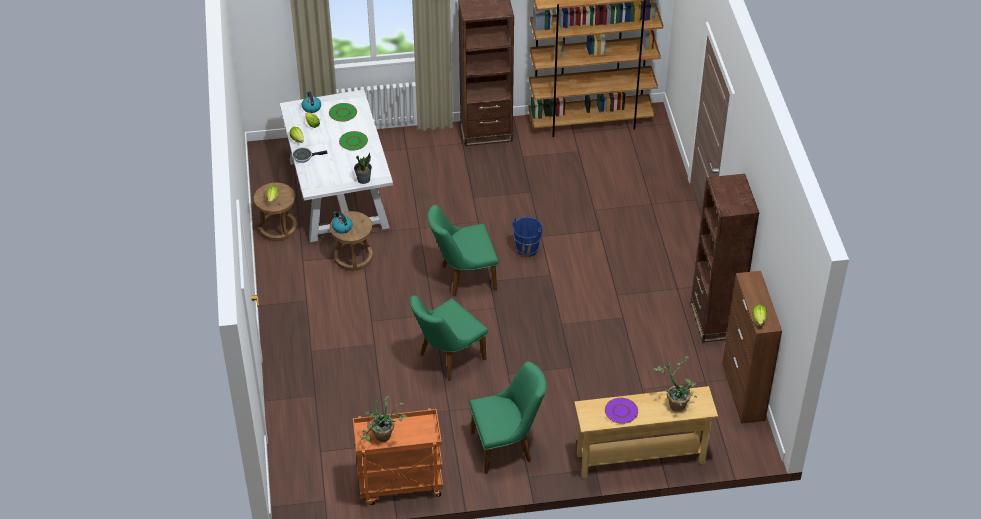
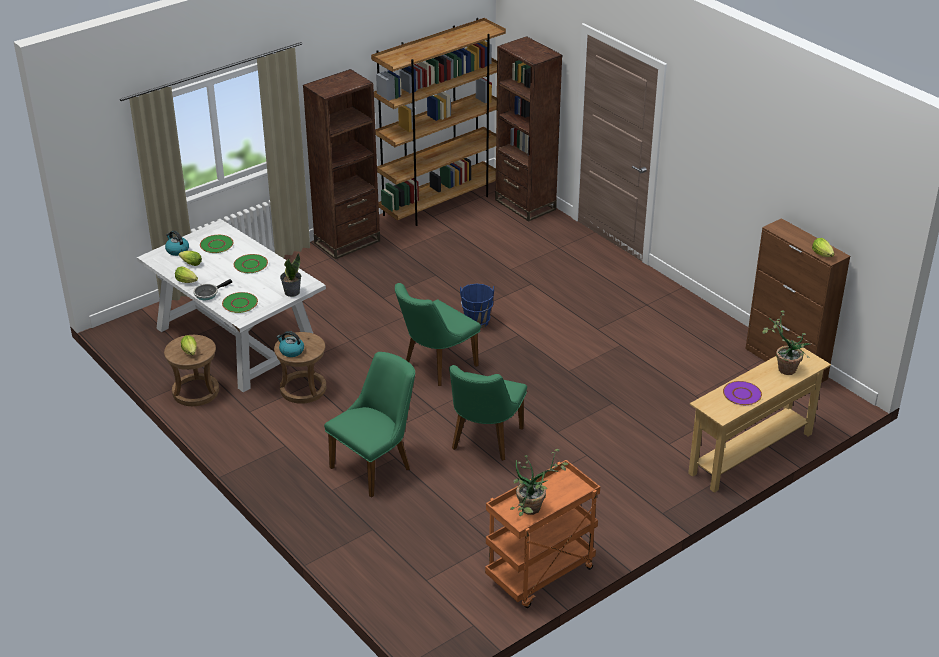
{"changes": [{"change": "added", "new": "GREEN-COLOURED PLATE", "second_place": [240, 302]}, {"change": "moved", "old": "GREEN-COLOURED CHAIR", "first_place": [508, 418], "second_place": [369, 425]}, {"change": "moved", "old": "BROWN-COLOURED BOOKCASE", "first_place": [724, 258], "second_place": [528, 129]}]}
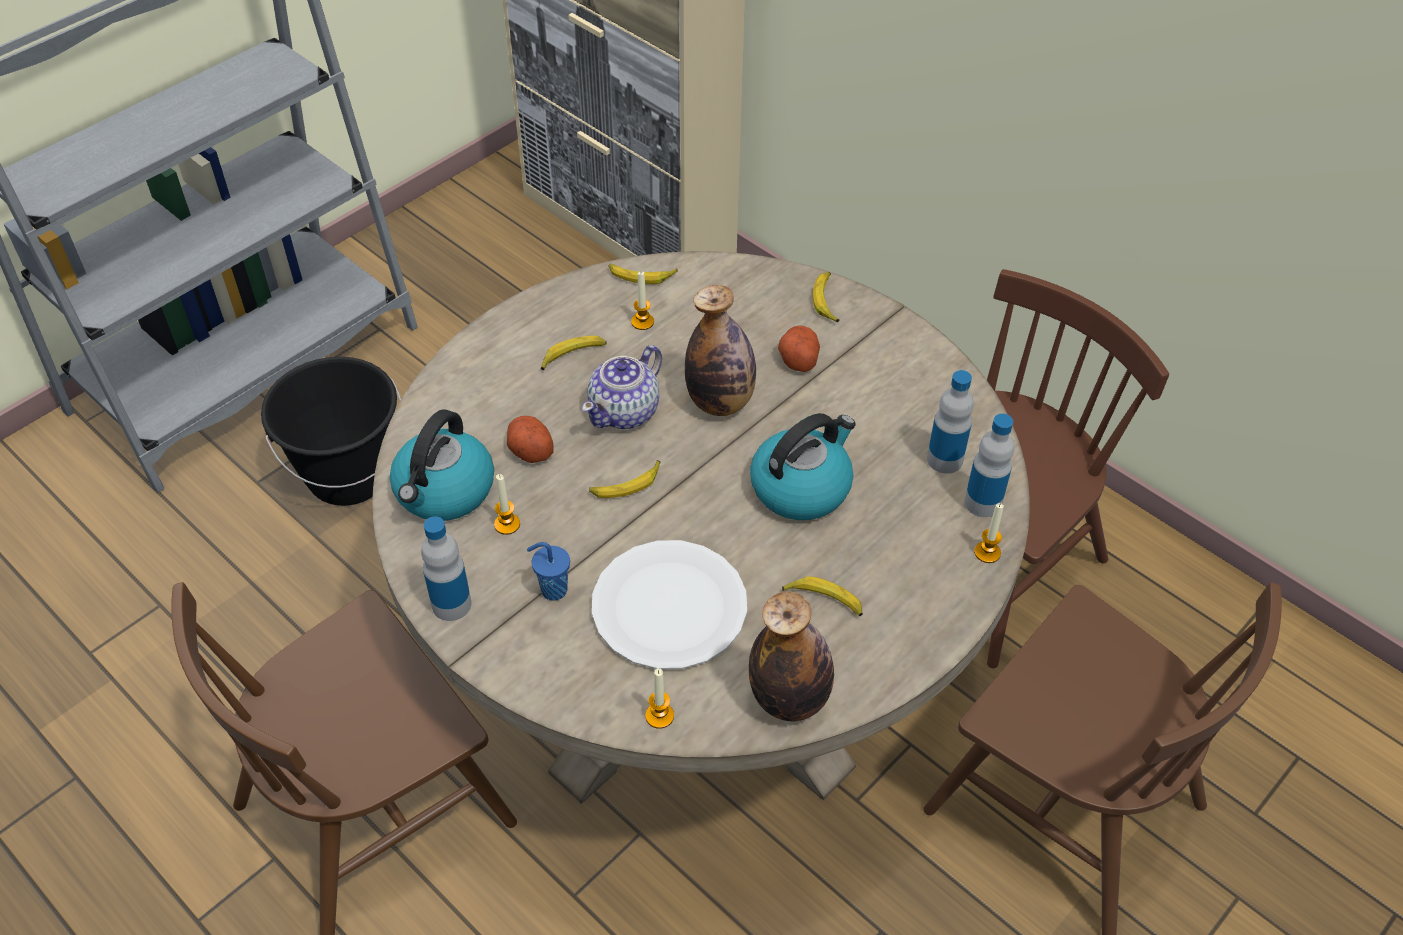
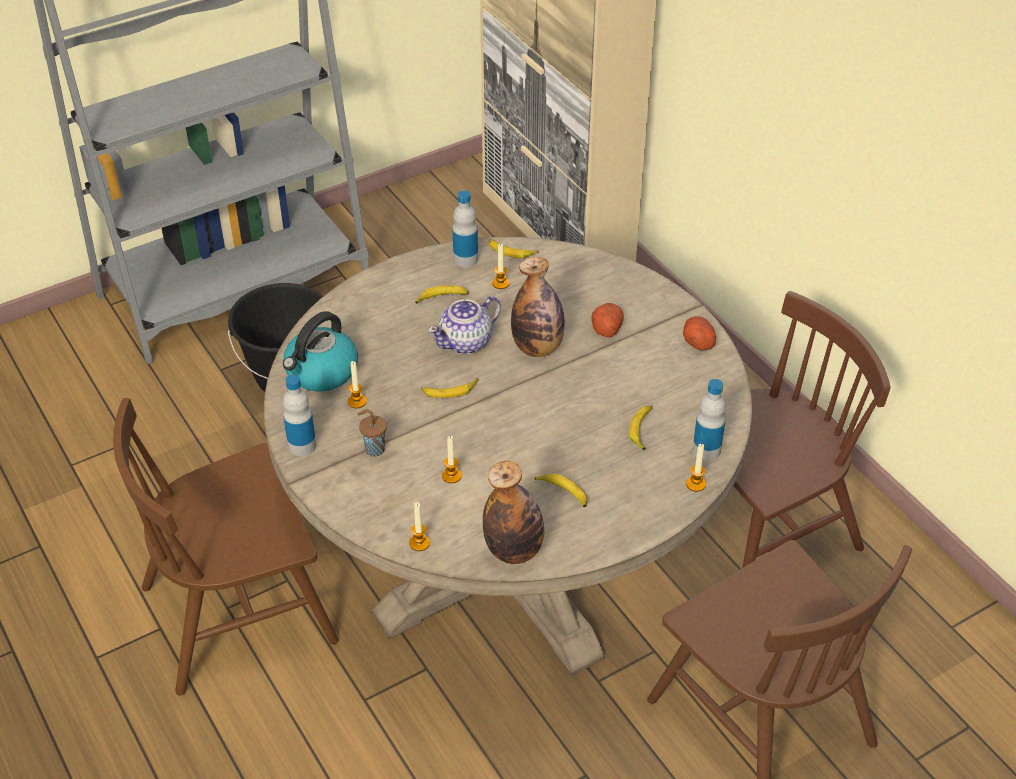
{"changes": [{"change": "removed", "old": "WATER KETTLE", "first_place": [803, 466]}, {"change": "moved", "old": "POTATO", "first_place": [530, 439], "second_place": [699, 333]}, {"change": "moved", "old": "BANANA", "first_place": [826, 297], "second_place": [640, 428]}, {"change": "moved", "old": "DRINK BOTTLE", "first_place": [950, 422], "second_place": [465, 229]}, {"change": "replaced", "old": "WHITE-COLOURED PLATE", "new": "WAX CANDLE", "first_place": [669, 604], "second_place": [452, 459]}, {"change": "recoloured", "old": "BLUE CUP", "new": "BROWN-COLOURED CUP", "first_place": [548, 571], "second_place": [372, 433]}]}
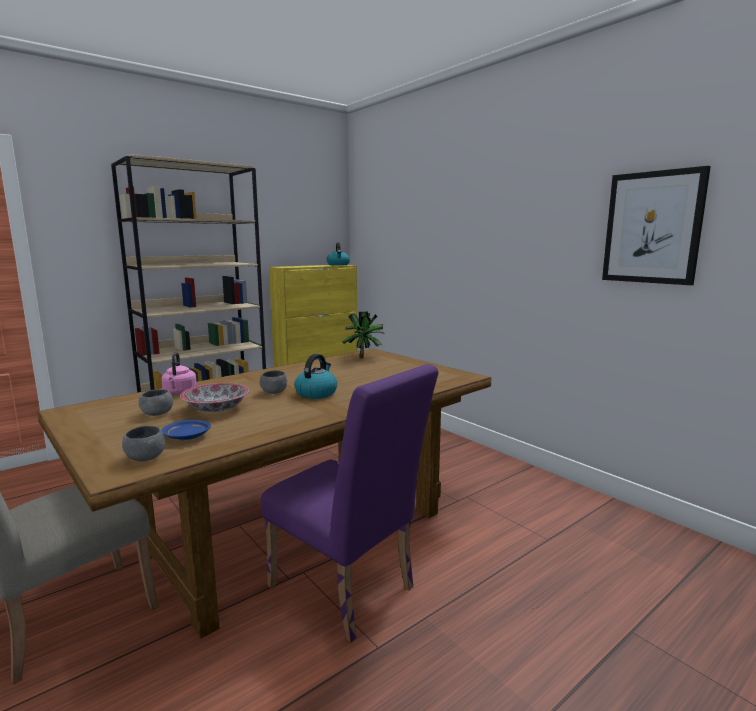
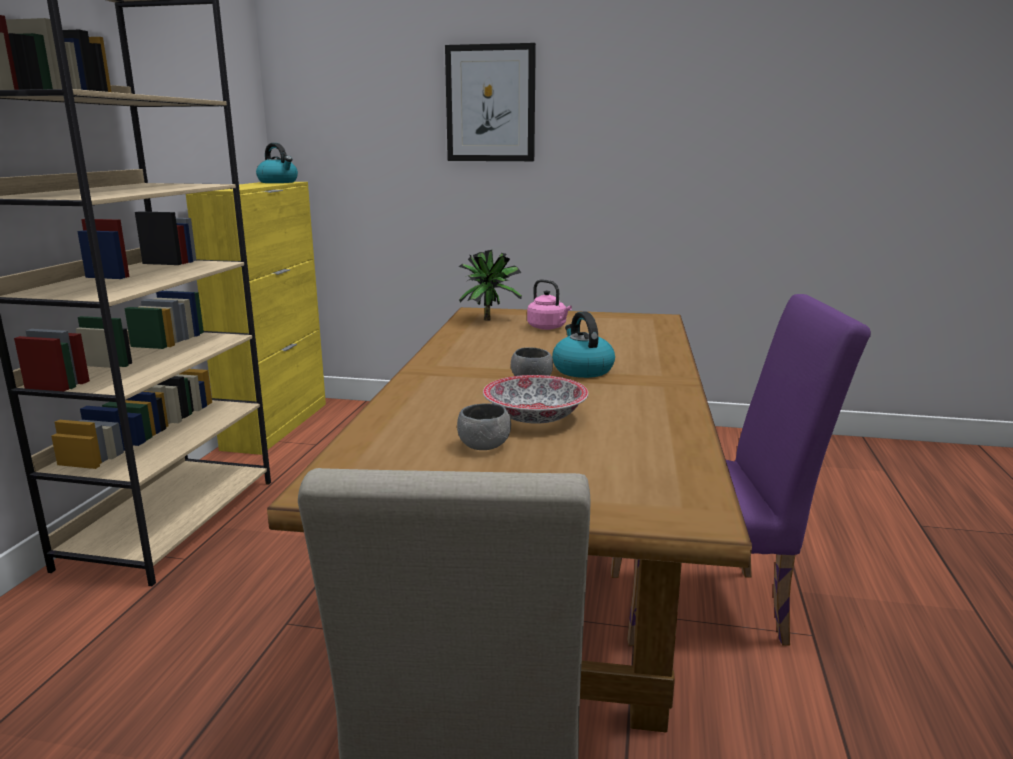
{"changes": [{"change": "removed", "old": "GRAY BOWL", "first_place": [143, 443]}, {"change": "removed", "old": "BLUE PLATE", "first_place": [186, 430]}, {"change": "moved", "old": "PINK WATER KETTLE", "first_place": [179, 373], "second_place": [549, 304]}, {"change": "moved", "old": "WALL PICTURE", "first_place": [656, 225], "second_place": [490, 102]}]}
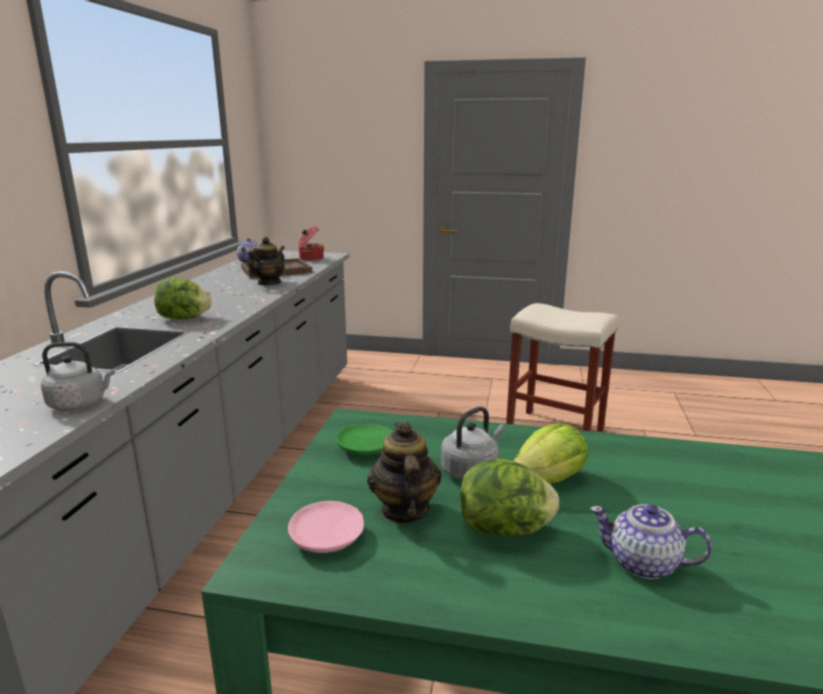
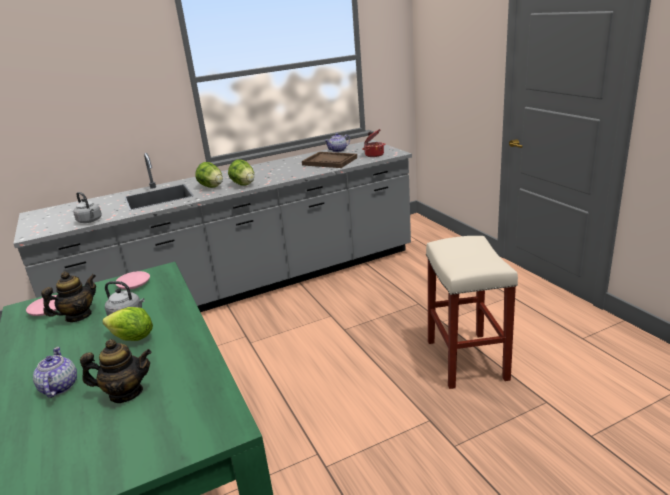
{"changes": [{"change": "moved", "old": "TEAPOT", "first_place": [266, 261], "second_place": [115, 371]}, {"change": "moved", "old": "LETTUCE HEAD", "first_place": [509, 497], "second_place": [241, 173]}, {"change": "recoloured", "old": "GREEN-COLOURED PLATE", "new": "PINK PLATE", "first_place": [364, 439], "second_place": [133, 280]}]}
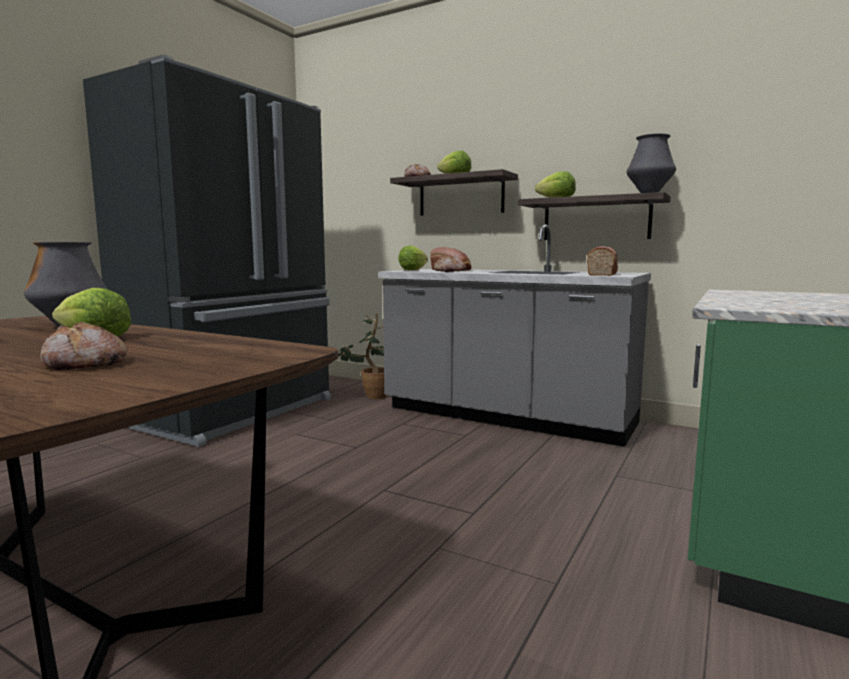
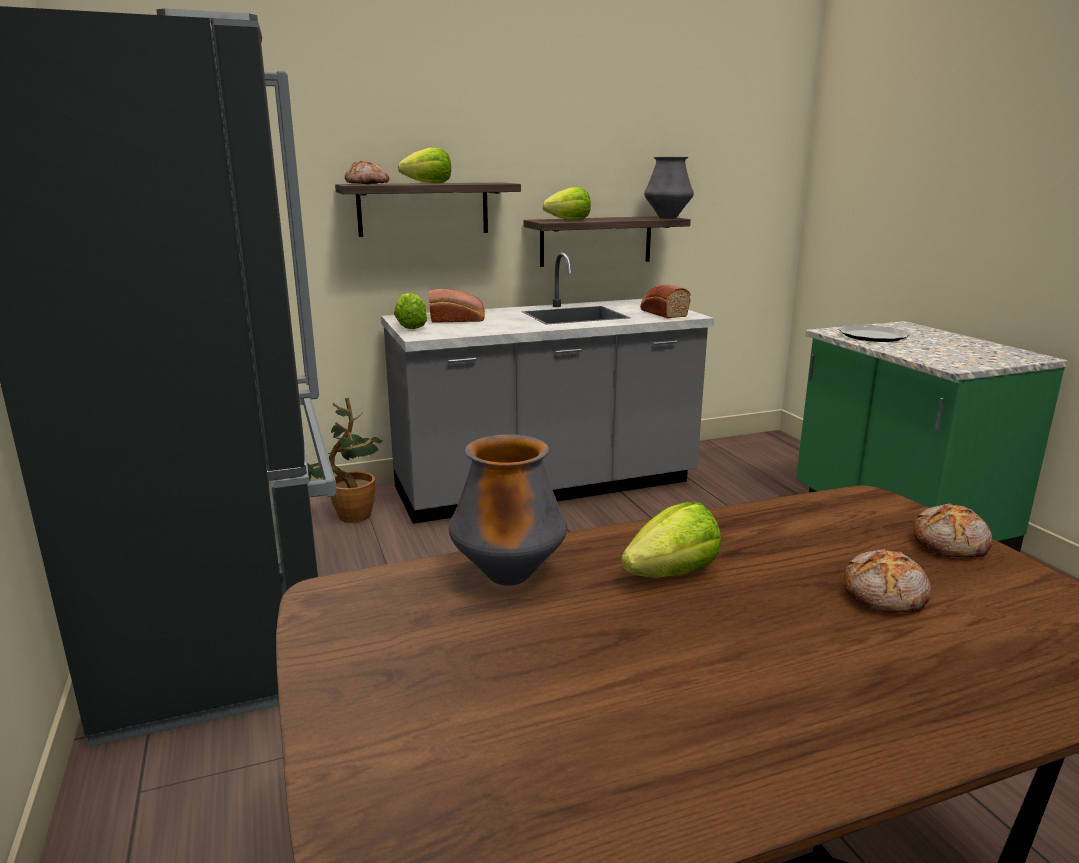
{"changes": [{"change": "added", "new": "PLATE", "second_place": [874, 333]}, {"change": "moved", "old": "BREAD", "first_place": [450, 263], "second_place": [952, 530]}]}
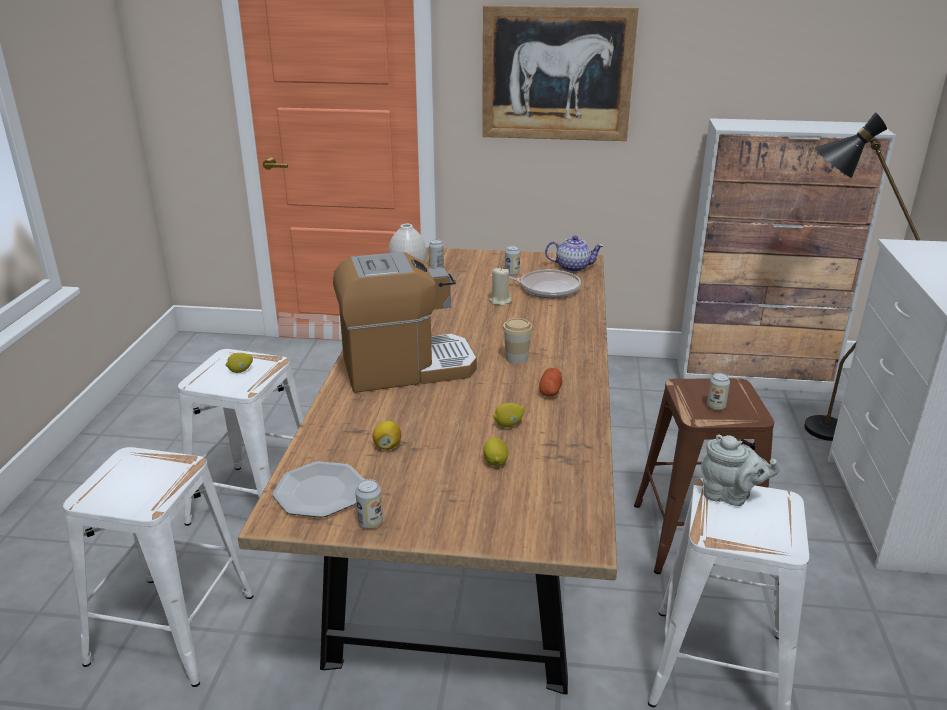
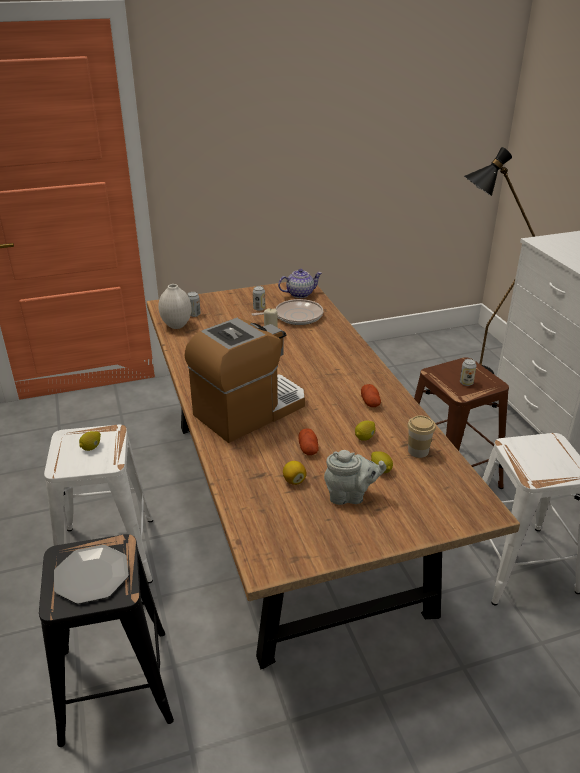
{"changes": [{"change": "removed", "old": "CAN", "first_place": [369, 504]}, {"change": "removed", "old": "WALL PICTURE", "first_place": [560, 73]}, {"change": "removed", "old": "CABINET", "first_place": [786, 255]}, {"change": "added", "new": "POTATO", "second_place": [309, 441]}, {"change": "moved", "old": "PLATE", "first_place": [318, 489], "second_place": [91, 574]}, {"change": "moved", "old": "CUP", "first_place": [518, 341], "second_place": [421, 436]}, {"change": "moved", "old": "GRAY TEAPOT", "first_place": [740, 470], "second_place": [355, 477]}, {"change": "recoloured", "old": "WHITE-COLOURED STOOL", "new": "BLACKISH STOOL", "first_place": [158, 567], "second_place": [106, 640]}]}
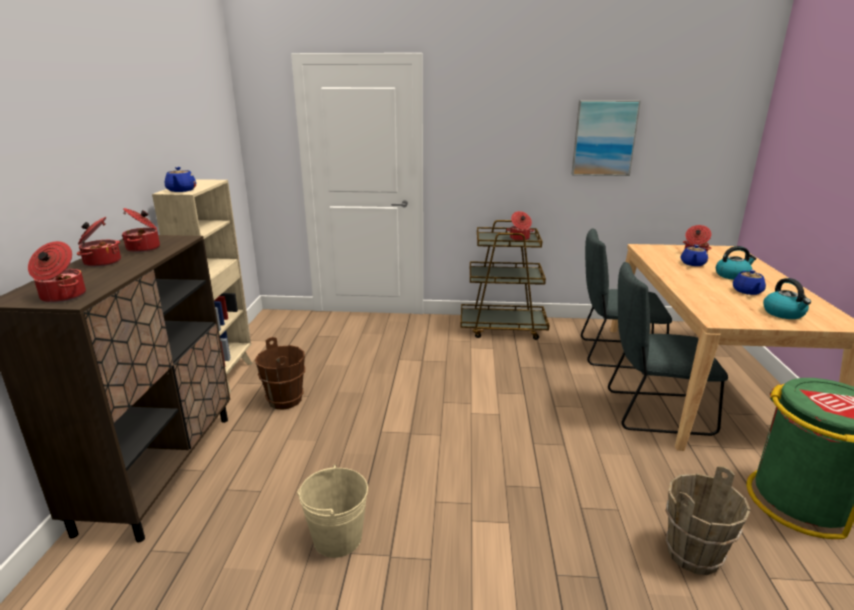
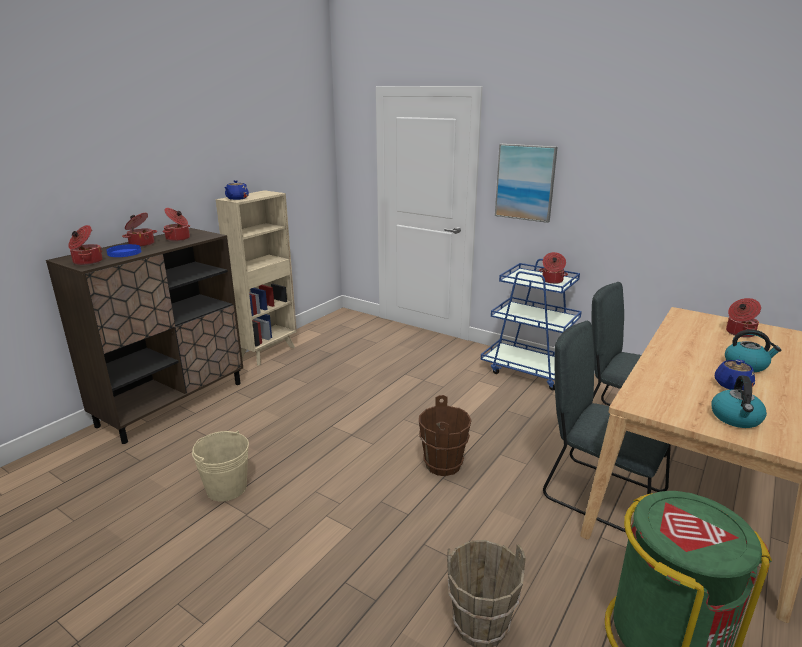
{"changes": [{"change": "removed", "old": "BLUE TEAPOT", "first_place": [694, 255]}, {"change": "added", "new": "BLUE PLATE", "second_place": [123, 250]}, {"change": "moved", "old": "BROWN-COLOURED PAIL", "first_place": [280, 373], "second_place": [445, 435]}, {"change": "moved", "old": "WALL PICTURE", "first_place": [606, 138], "second_place": [526, 183]}, {"change": "recoloured", "old": "BROWN-COLOURED WHEELED CART", "new": "BLUE WHEELED CART", "first_place": [504, 280], "second_place": [531, 324]}]}
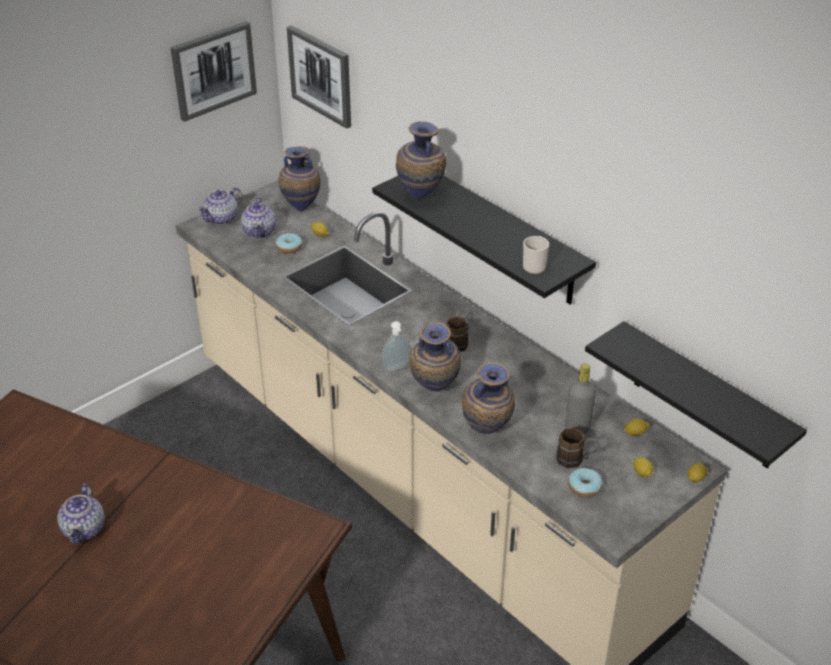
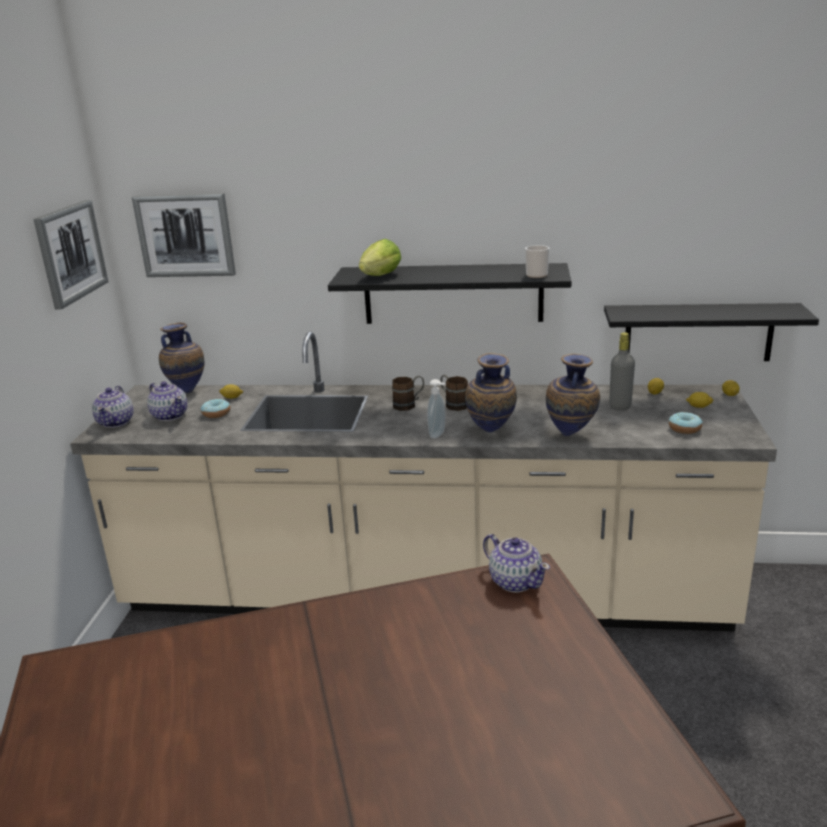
{"changes": [{"change": "moved", "old": "TEAPOT", "first_place": [81, 513], "second_place": [516, 563]}, {"change": "moved", "old": "BROWN-COLOURED TEA MUG", "first_place": [577, 448], "second_place": [408, 393]}, {"change": "replaced", "old": "VASE", "new": "LETTUCE HEAD", "first_place": [421, 160], "second_place": [380, 257]}]}
